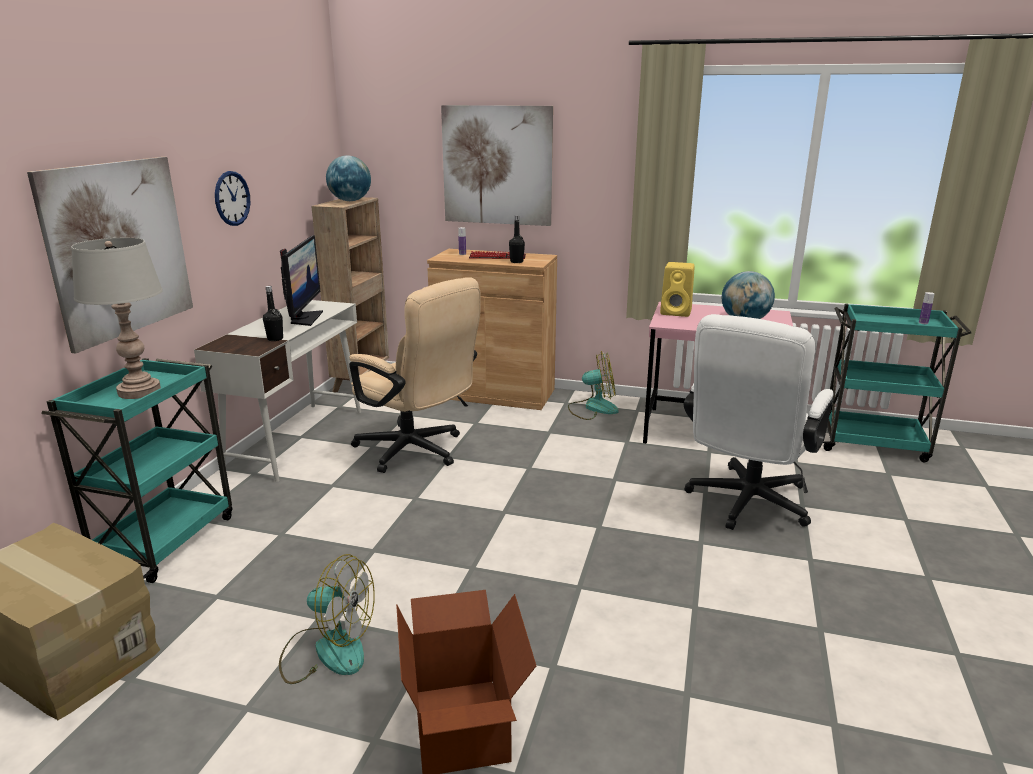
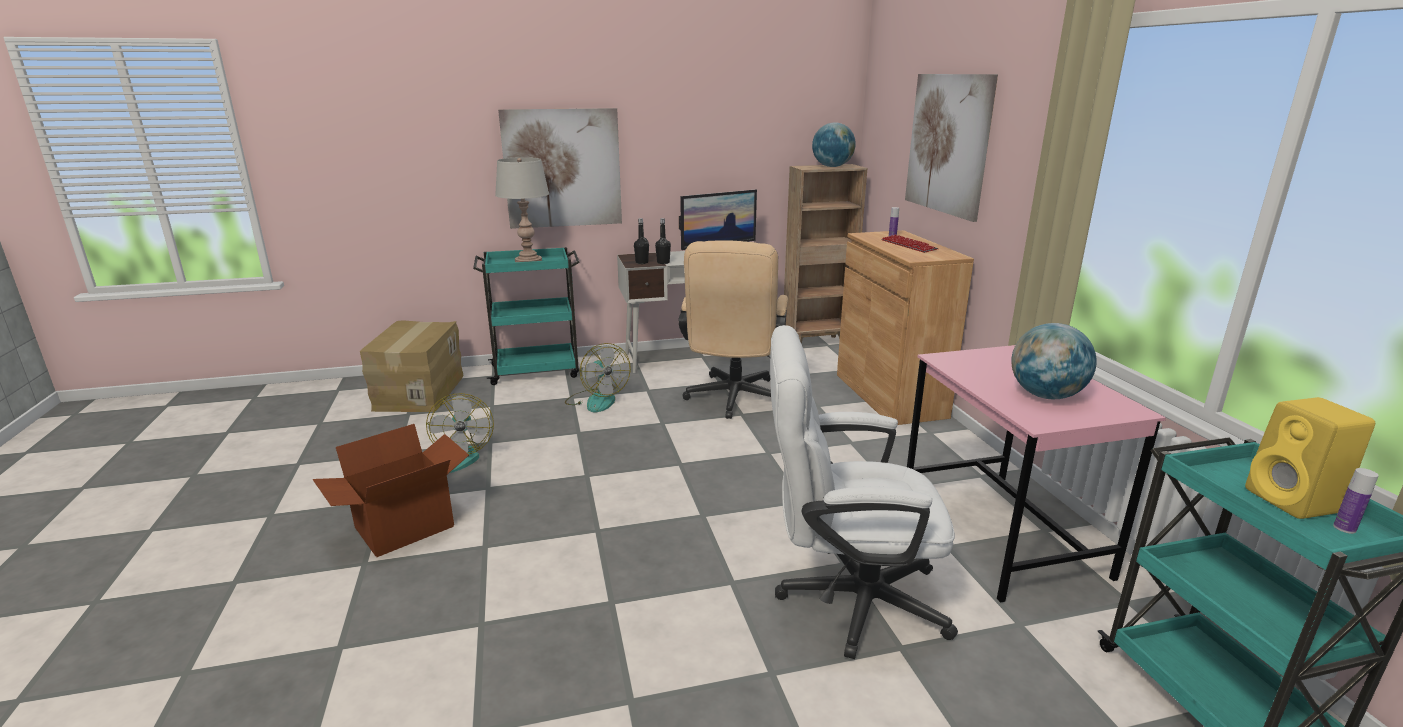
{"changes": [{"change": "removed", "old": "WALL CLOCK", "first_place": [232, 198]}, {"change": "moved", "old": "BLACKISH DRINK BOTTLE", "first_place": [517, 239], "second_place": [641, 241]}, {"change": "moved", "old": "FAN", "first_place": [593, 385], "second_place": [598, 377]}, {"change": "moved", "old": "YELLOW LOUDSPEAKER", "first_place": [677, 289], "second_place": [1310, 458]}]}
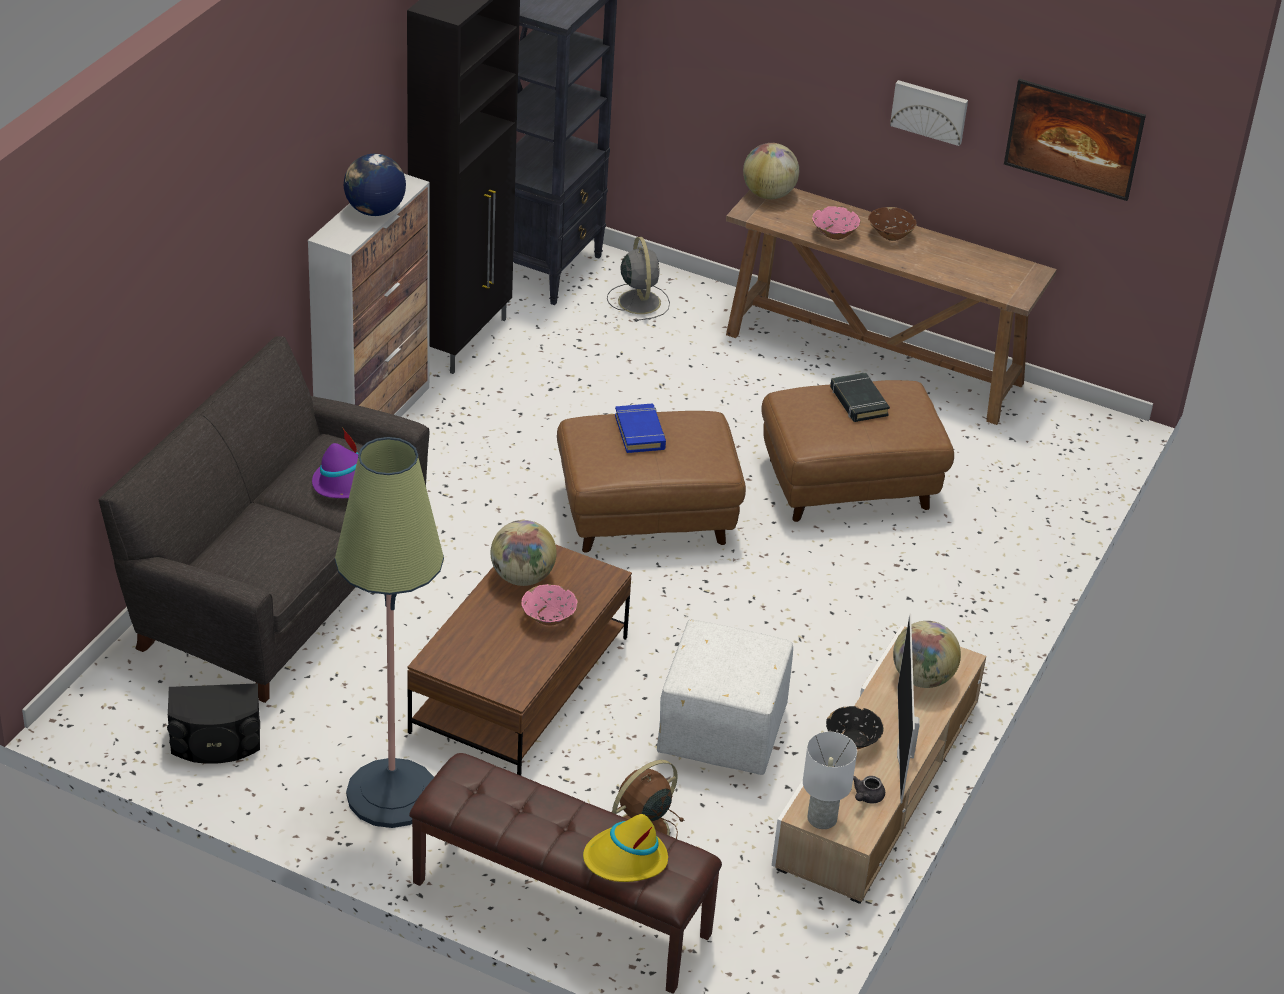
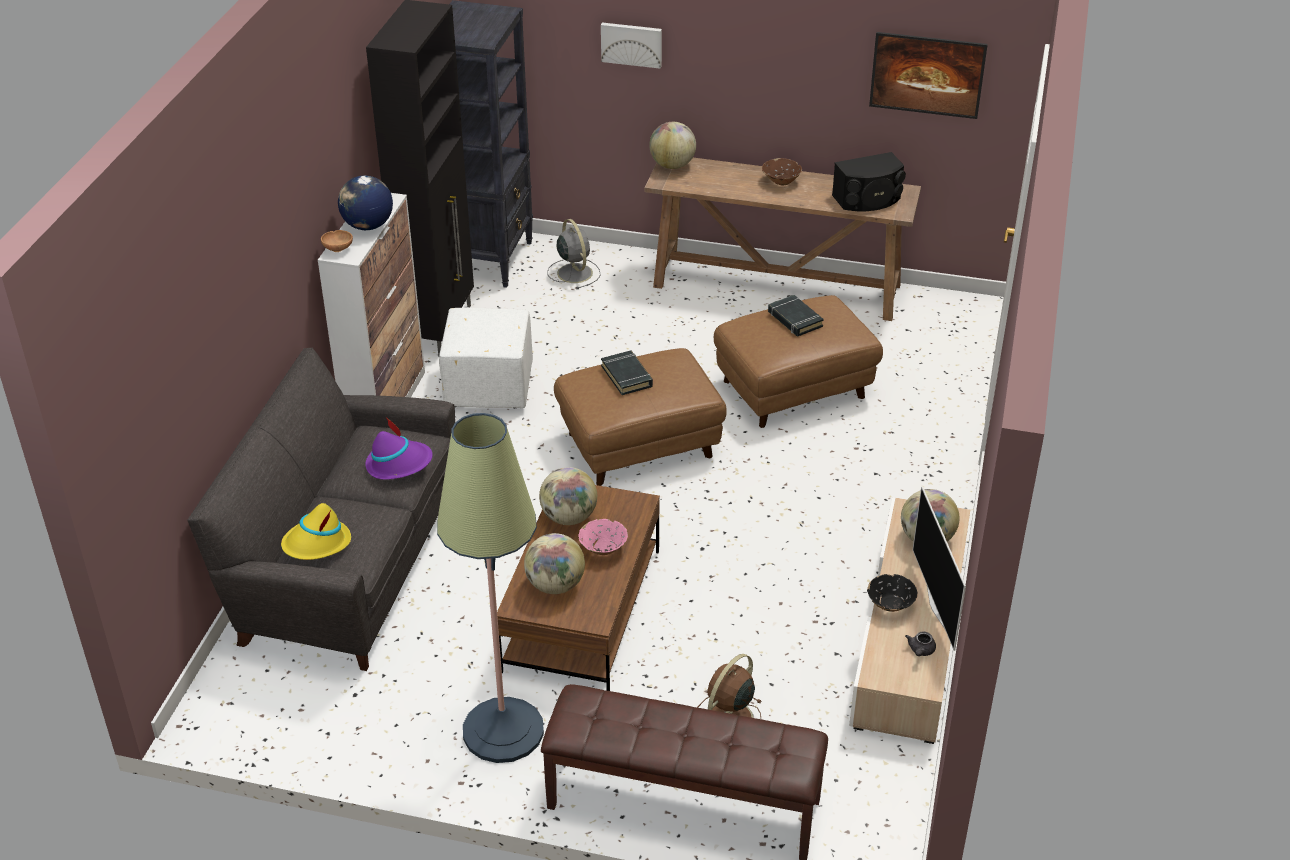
{"changes": [{"change": "removed", "old": "WHITE-COLOURED TABLE LAMP", "first_place": [830, 780]}, {"change": "removed", "old": "PINK BOWL", "first_place": [836, 223]}, {"change": "added", "new": "BROWN-COLOURED BOWL", "second_place": [337, 241]}, {"change": "added", "new": "WORLD GLOBE", "second_place": [554, 563]}, {"change": "moved", "old": "BLACKISH LOUDSPEAKER", "first_place": [213, 723], "second_place": [869, 182]}, {"change": "moved", "old": "YELLOW HAT", "first_place": [625, 848], "second_place": [316, 531]}, {"change": "moved", "old": "WHITE-COLOURED FOOTREST", "first_place": [725, 697], "second_place": [486, 358]}, {"change": "moved", "old": "WALL PICTURE", "first_place": [929, 113], "second_place": [631, 46]}, {"change": "recoloured", "old": "BLUE BOOK", "new": "BLACKISH BOOK", "first_place": [640, 428], "second_place": [627, 372]}]}
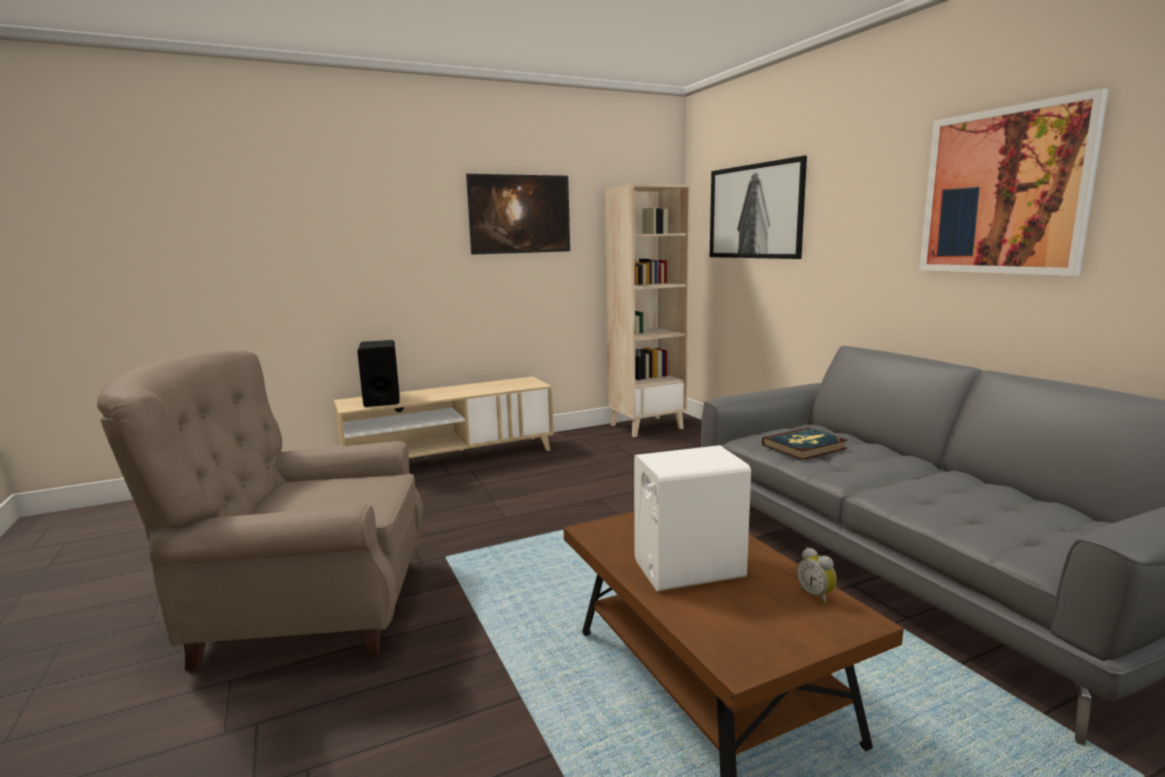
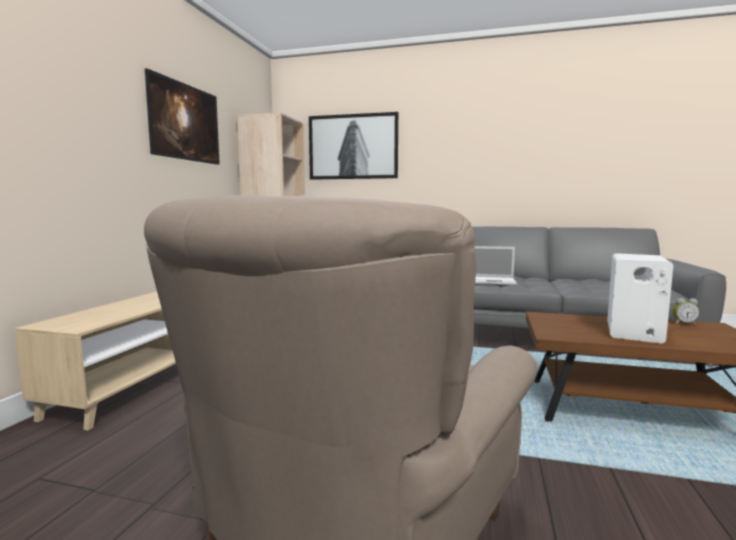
{"changes": [{"change": "removed", "old": "BLACKISH LOUDSPEAKER", "first_place": [378, 373]}, {"change": "removed", "old": "WALL PICTURE", "first_place": [1014, 182]}, {"change": "replaced", "old": "BOOK", "new": "LAPTOP", "first_place": [805, 444], "second_place": [496, 265]}]}
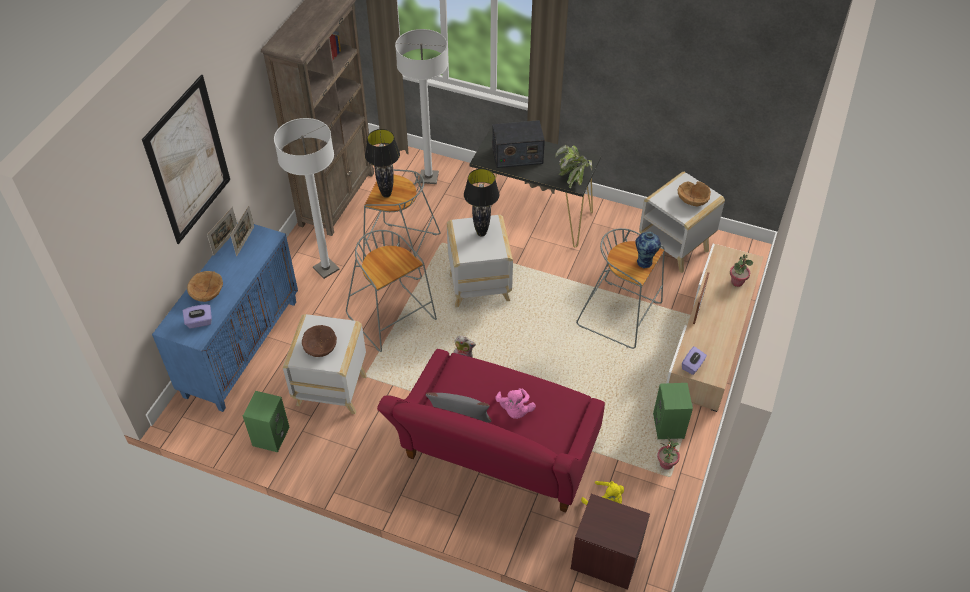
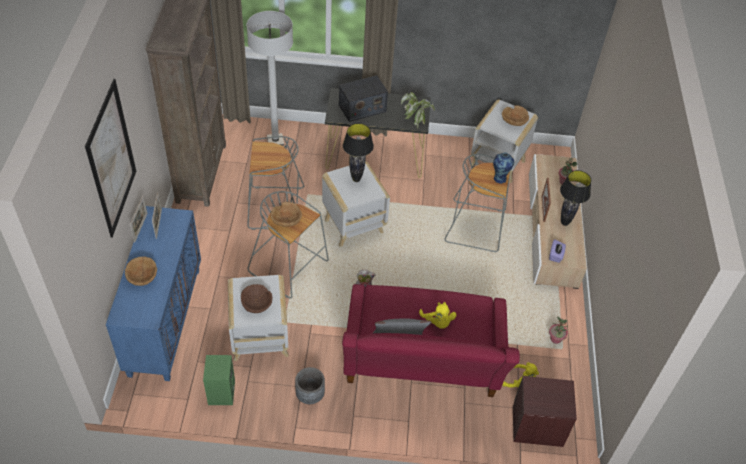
{"changes": [{"change": "removed", "old": "PURPLE-COLOURED BOX OF TISSUES", "first_place": [197, 316]}, {"change": "removed", "old": "WHITE-COLOURED STANDARD LAMP", "first_place": [307, 198]}, {"change": "removed", "old": "GREEN-COLOURED LOUDSPEAKER", "first_place": [673, 411]}, {"change": "added", "new": "BROWN-COLOURED BOWL", "second_place": [286, 214]}, {"change": "added", "new": "GRAY PLANT POT", "second_place": [310, 385]}, {"change": "moved", "old": "BLACKISH TABLE LAMP", "first_place": [382, 163], "second_place": [575, 198]}, {"change": "recoloured", "old": "PINK PLUSH TOY", "new": "YELLOW PLUSH TOY", "first_place": [515, 403], "second_place": [437, 315]}]}
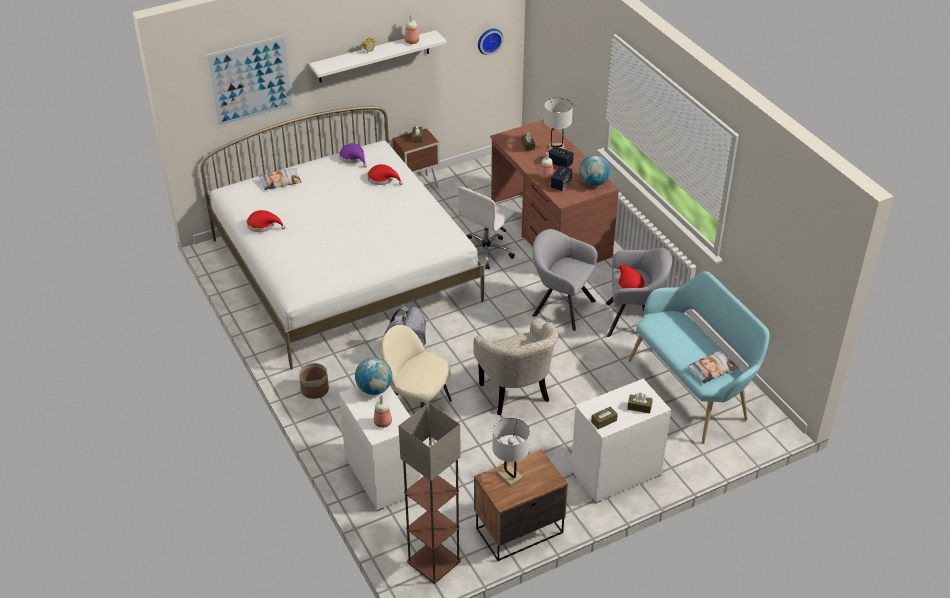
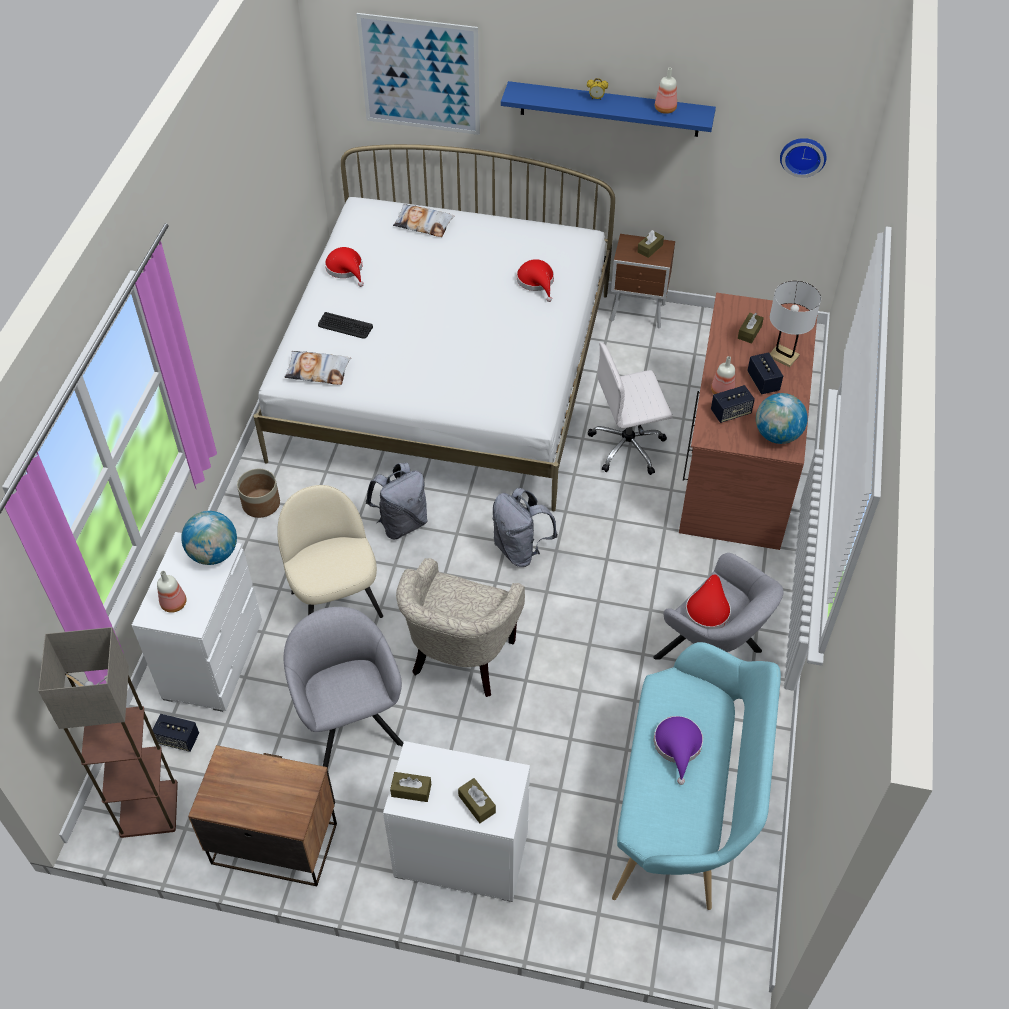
{"changes": [{"change": "removed", "old": "WHITE-COLOURED TABLE LAMP", "first_place": [511, 452]}, {"change": "added", "new": "LOUDSPEAKER", "second_place": [176, 733]}, {"change": "added", "new": "PC KEYBOARD", "second_place": [345, 325]}, {"change": "added", "new": "GRAY BACKPACK", "second_place": [525, 527]}, {"change": "moved", "old": "PURPLE-COLOURED HAT", "first_place": [353, 155], "second_place": [678, 750]}, {"change": "moved", "old": "GRAY EASY CHAIR", "first_place": [565, 280], "second_place": [343, 687]}, {"change": "moved", "old": "THROW PILLOW", "first_place": [712, 366], "second_place": [317, 368]}, {"change": "recoloured", "old": "WHITE-COLOURED SHELF", "new": "BLUE SHELF", "first_place": [377, 56], "second_place": [608, 109]}]}
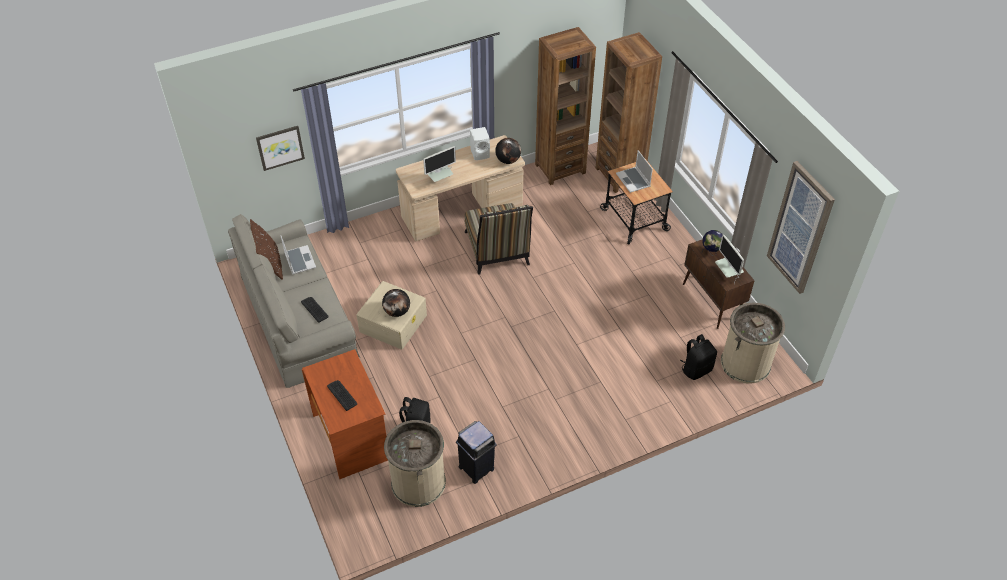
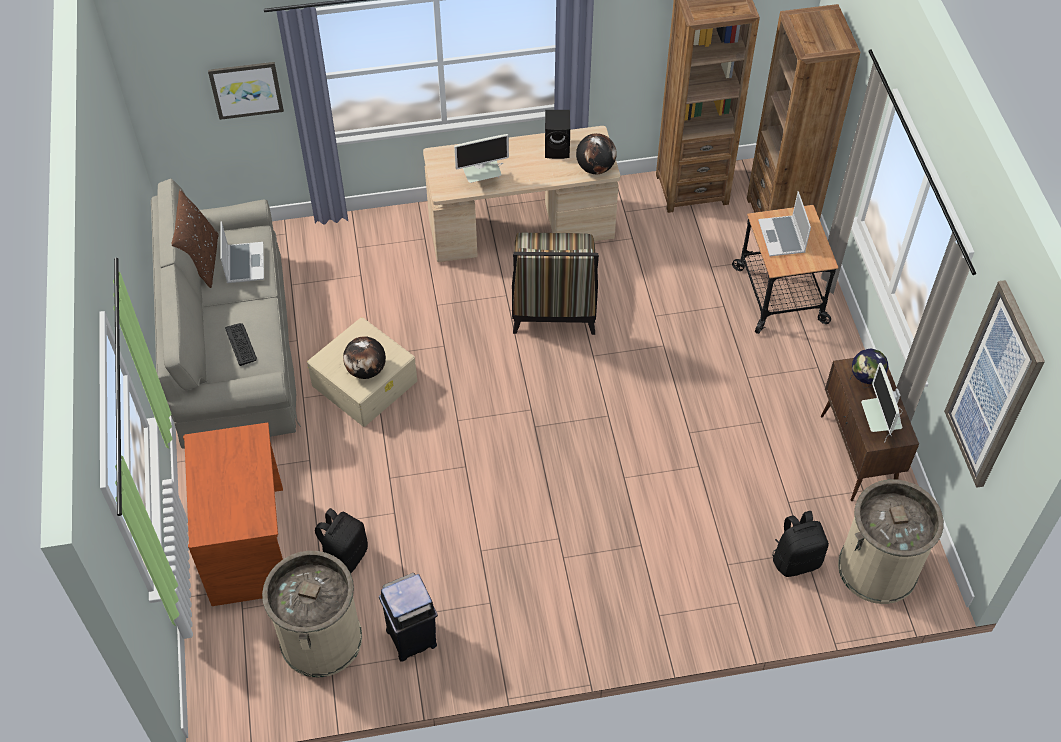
{"changes": [{"change": "removed", "old": "PC KEYBOARD", "first_place": [342, 395]}, {"change": "recoloured", "old": "WHITE-COLOURED LOUDSPEAKER", "new": "BLACKISH LOUDSPEAKER", "first_place": [480, 143], "second_place": [557, 134]}]}
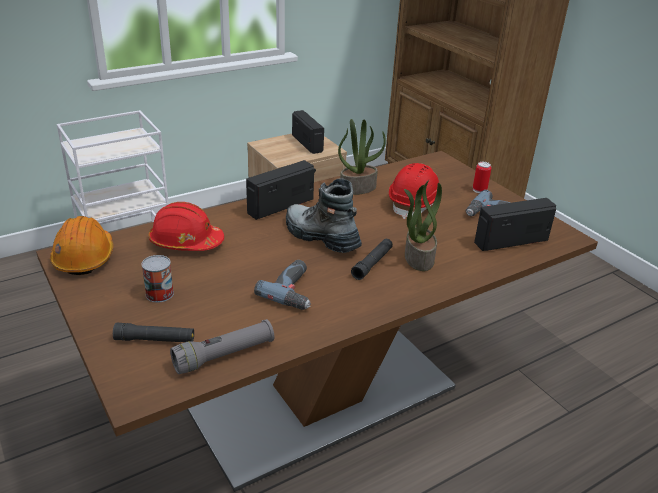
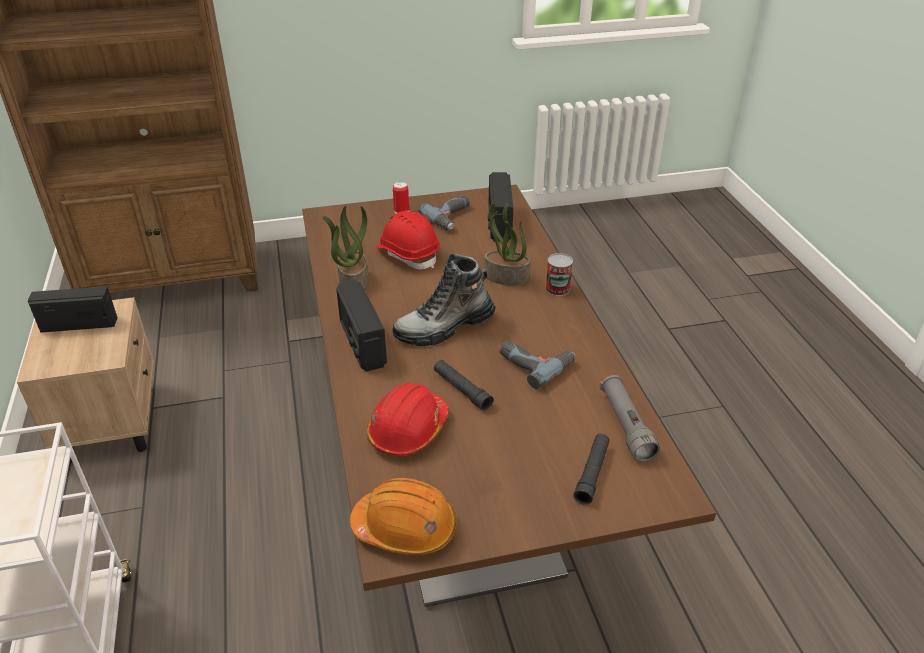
{"changes": [{"change": "moved", "old": "CAN", "first_place": [157, 279], "second_place": [559, 274]}, {"change": "moved", "old": "BLACKISH TORCH", "first_place": [372, 259], "second_place": [463, 385]}]}
